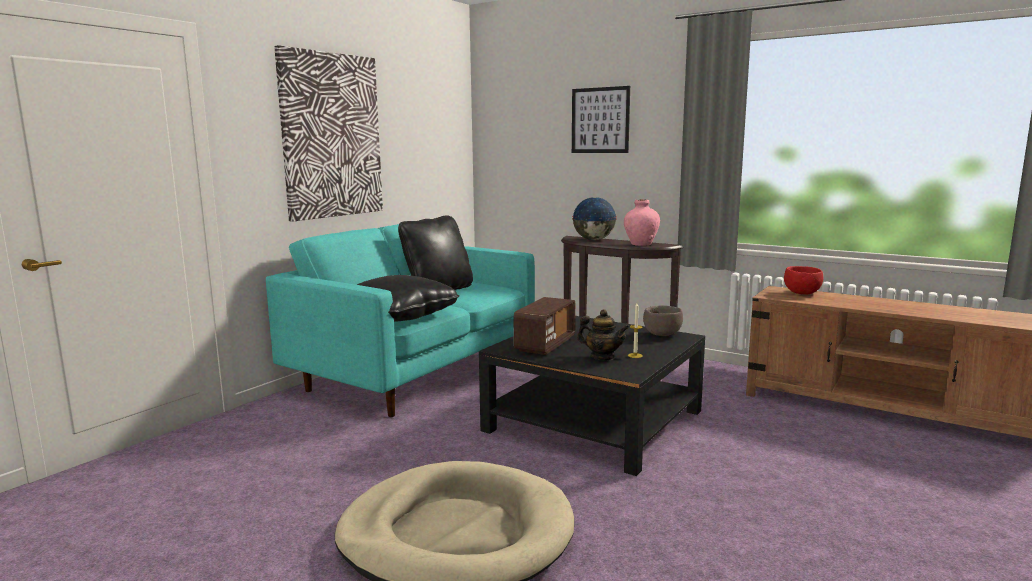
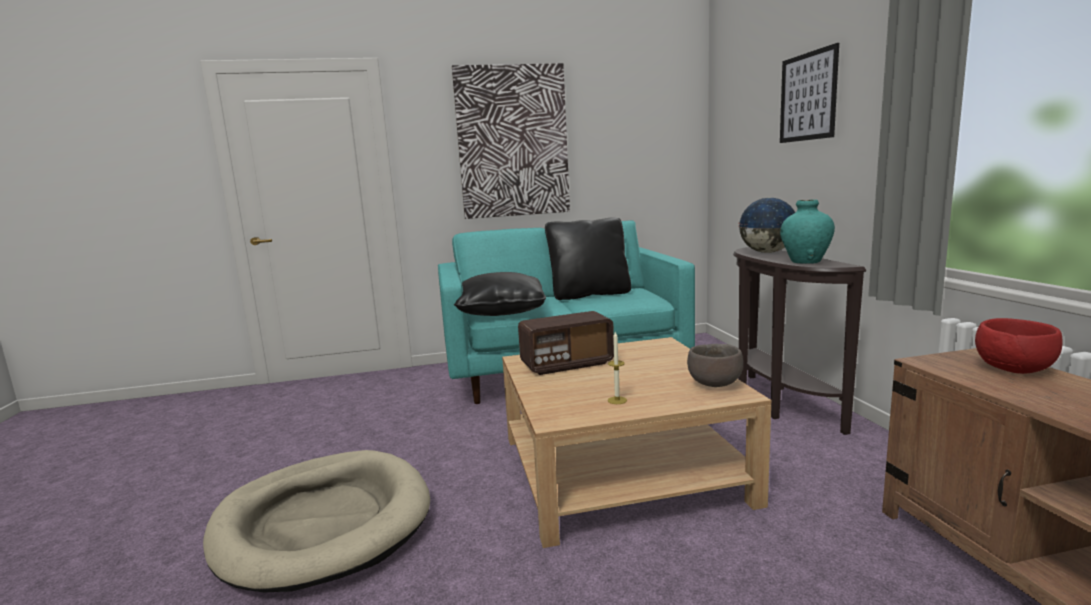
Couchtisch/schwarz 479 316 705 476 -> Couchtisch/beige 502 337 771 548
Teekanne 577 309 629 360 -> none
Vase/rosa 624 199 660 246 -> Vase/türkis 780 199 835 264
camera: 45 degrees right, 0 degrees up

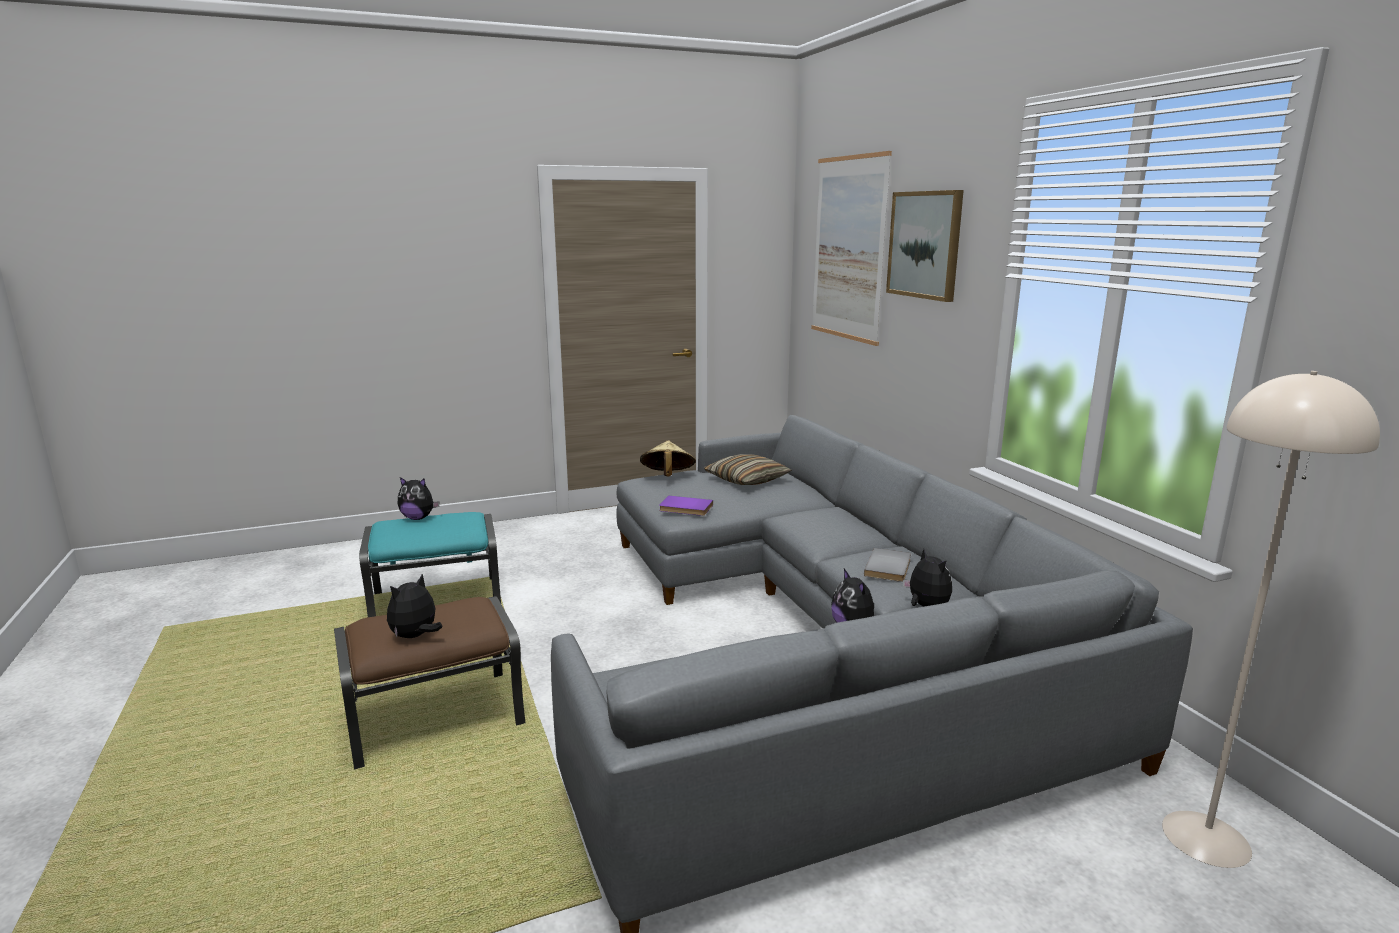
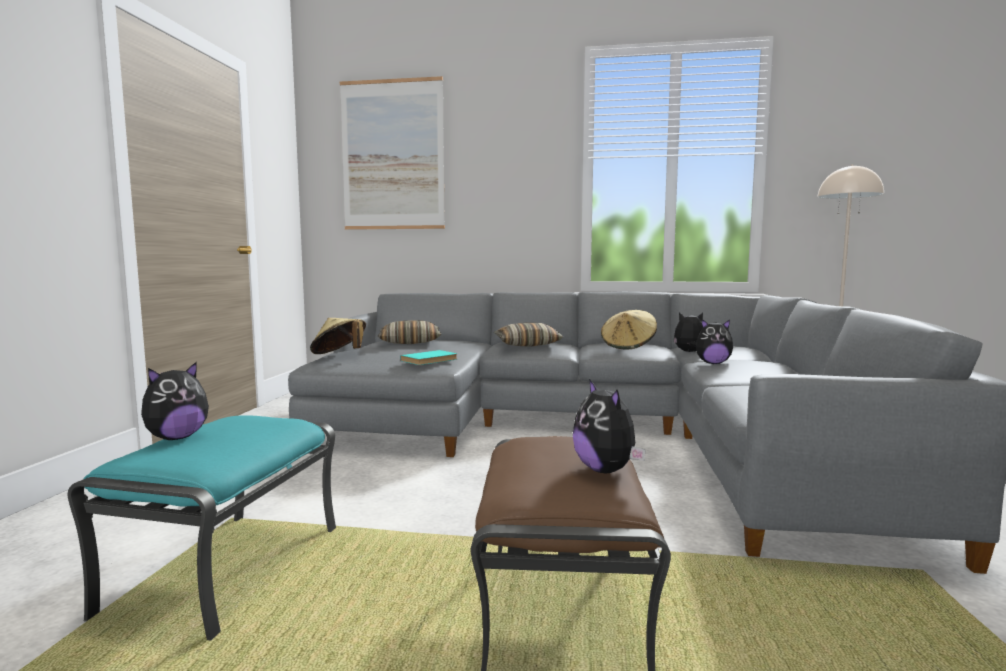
Buch/lila 659 496 713 516 -> Buch/türkis 400 350 457 365
Buch/grau 864 548 911 582 -> Hut/beige 601 310 657 350
Bild 886 190 964 302 -> none
none -> Kissen 494 323 563 347
camera: 60 degrees left, 10 degrees down

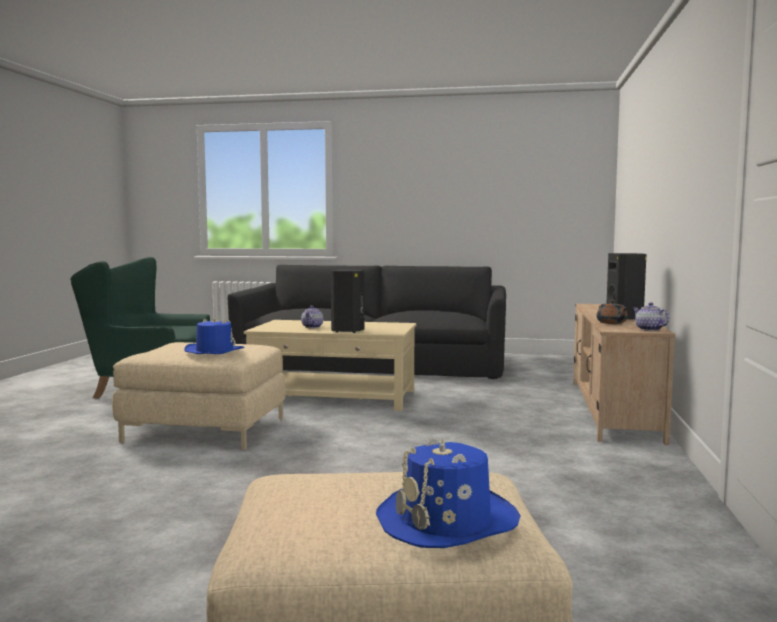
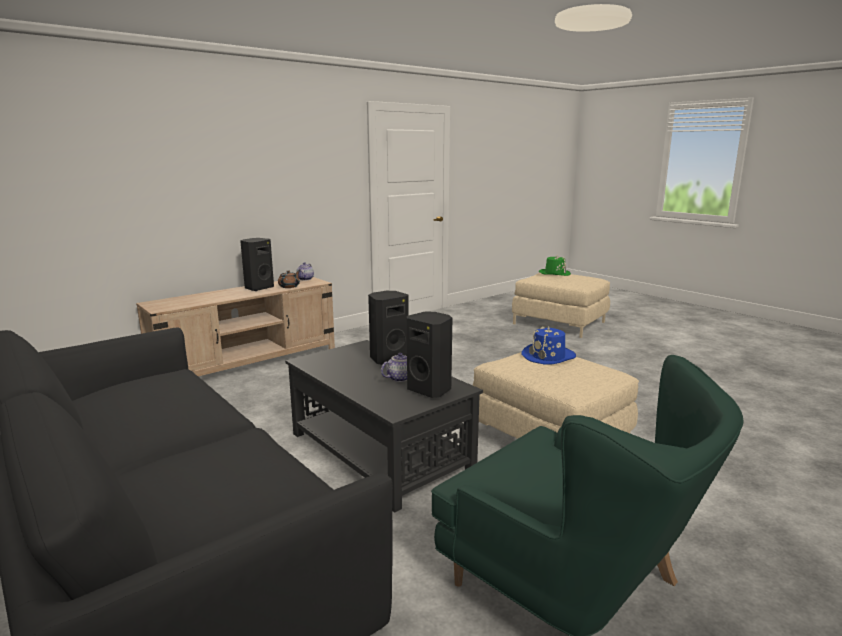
Couchtisch/beige 244 320 416 411 -> Couchtisch/schwarz 285 340 483 513
Hut/blau 376 438 520 548 -> Hut/grün 539 255 571 276
none -> Lautsprecher/schwarz 407 311 452 398
camera: 140 degrees left, 10 degrees up

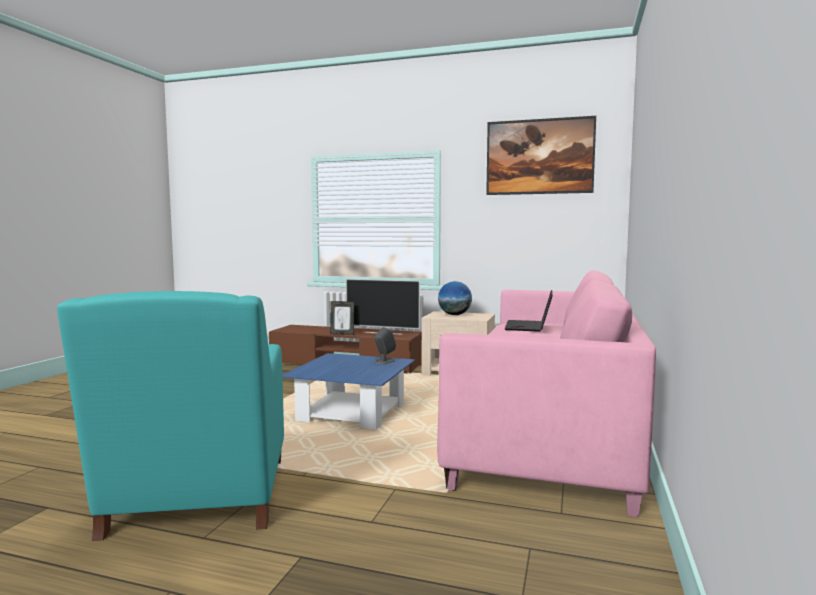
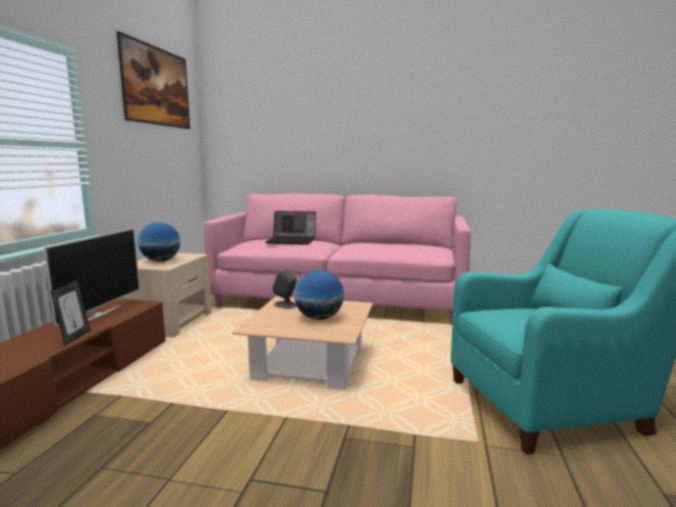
Couchtisch/blau 282 353 415 430 -> Couchtisch/beige 232 296 373 390
none -> Globus 294 270 344 320
camera: 95 degrees left, 5 degrees up

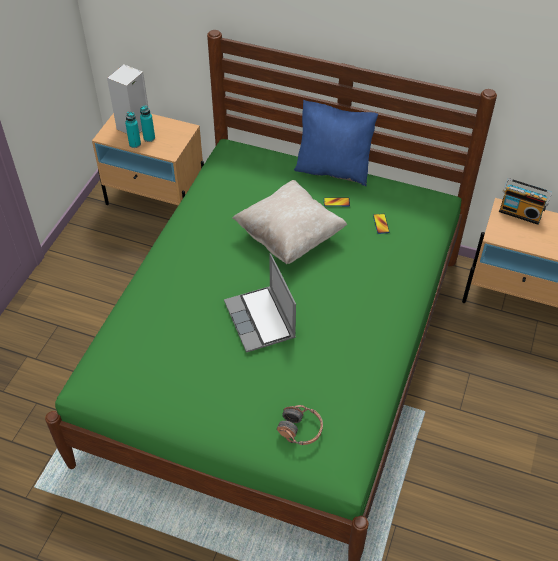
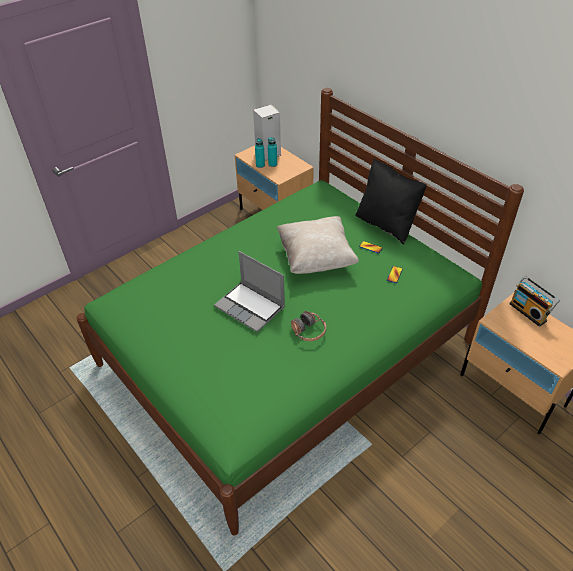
Laptop 224 253 296 353 -> Laptop 214 251 285 332, 60 degrees counterclockwise
Kopfhörer 277 405 323 445 -> Kopfhörer 291 311 326 341, relocated
Kissen/blau 294 100 378 186 -> Kissen/schwarz 355 158 427 245
camera: 30 degrees right, 5 degrees down

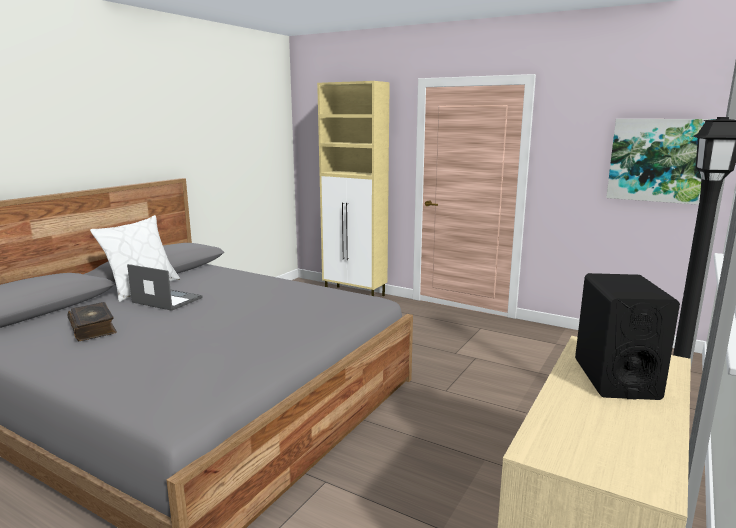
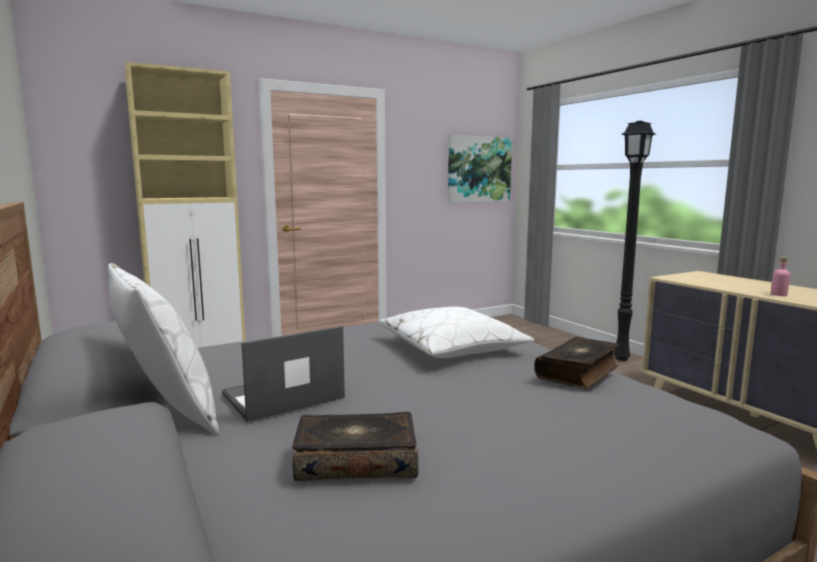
Lautsprecher/schwarz 575 273 680 400 -> none
none -> Kissen/weiß 378 307 534 358
none -> Buch 534 337 620 389
none -> Flasche/rosa 771 257 790 296
camera: 60 degrees left, 5 degrees down

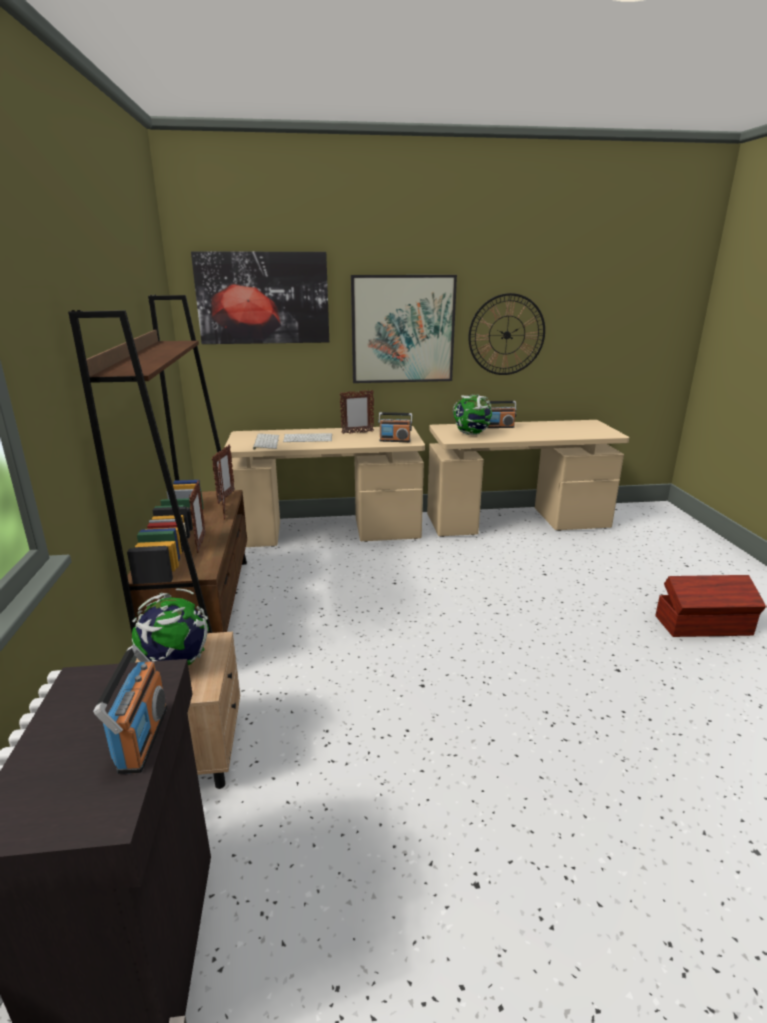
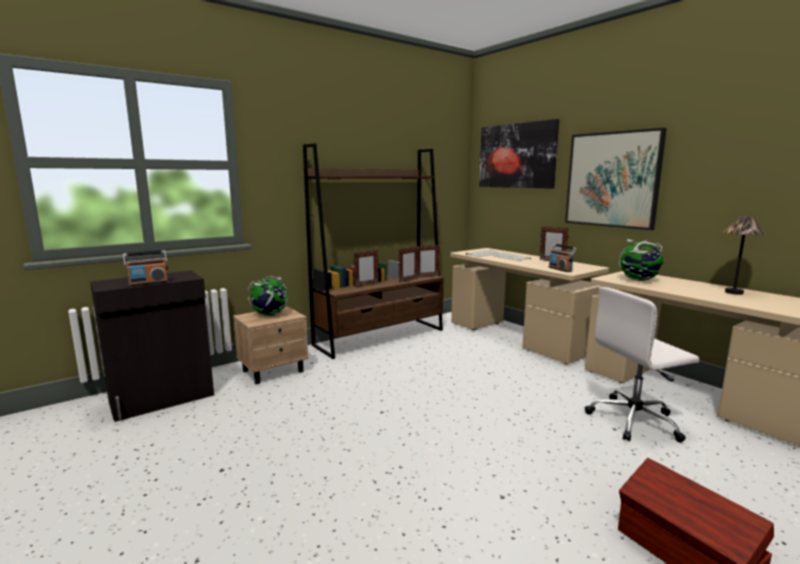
Wanduhr 468 293 545 375 -> none
Radio 486 401 517 428 -> none
none -> Bürostuhl/weiß 585 287 699 442
none -> Tischlampe 722 216 766 295
camera: 60 degrees right, 10 degrees down

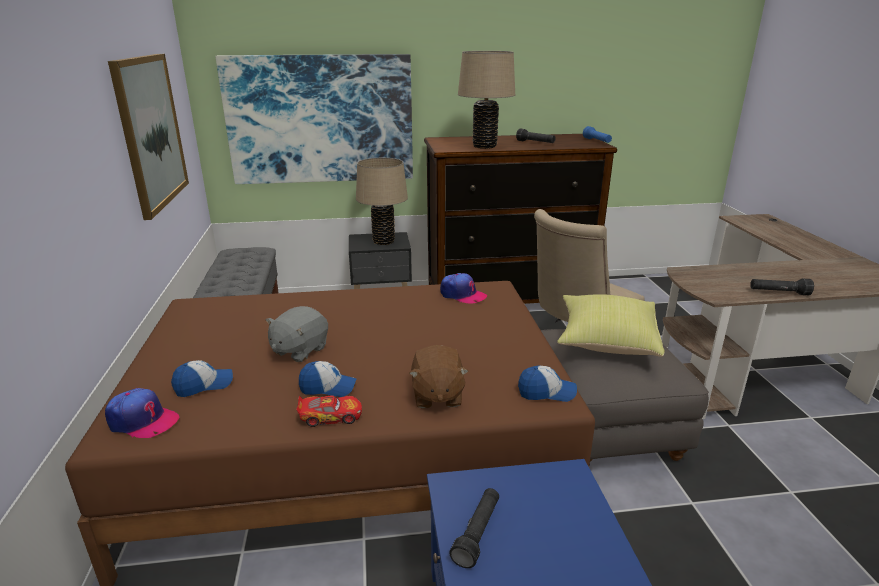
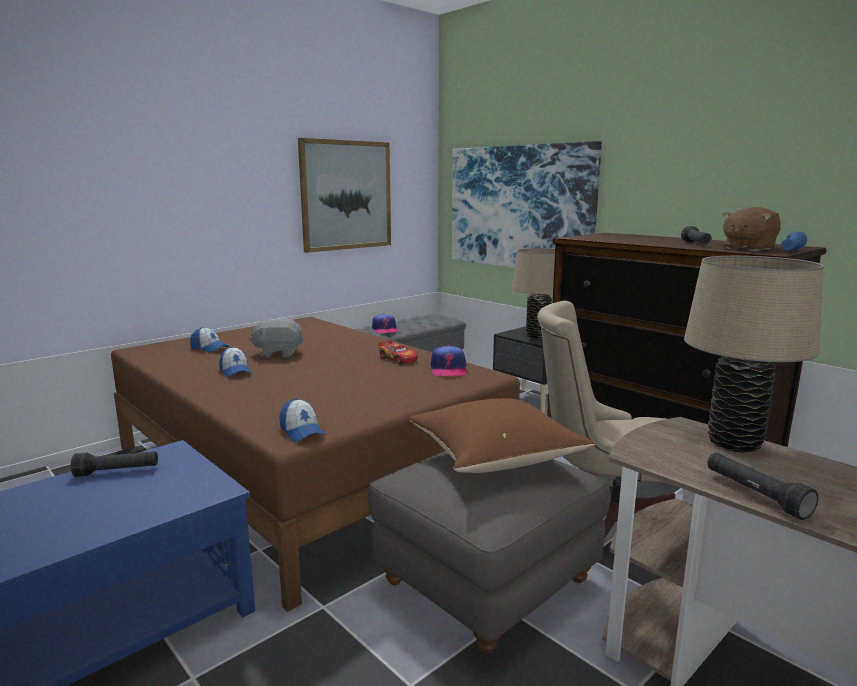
Kappe 105 388 180 438 -> Kappe 372 313 398 333, relocated
Spielzeugauto 296 396 362 427 -> Spielzeugauto 378 340 418 364, relocated
Plüschtier/braun 409 345 469 408 -> Plüschtier/braun 722 207 781 251, relocated
Tischlampe/beige 458 51 515 149 -> Tischlampe/beige 684 256 824 452, relocated
Kissen/gelb 557 294 665 357 -> Kissen/braun 408 398 595 473
camera: 55 degrees right, 10 degrees down

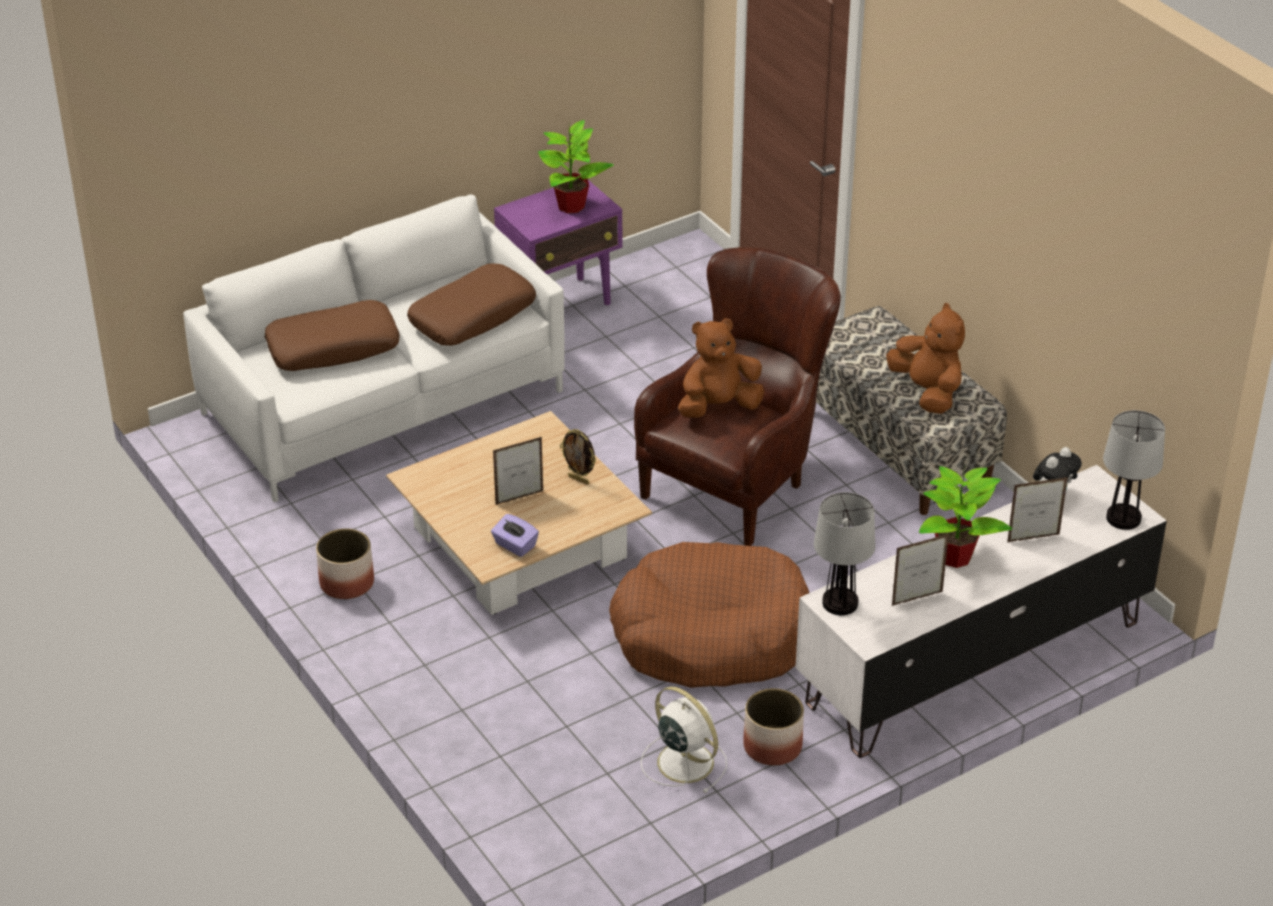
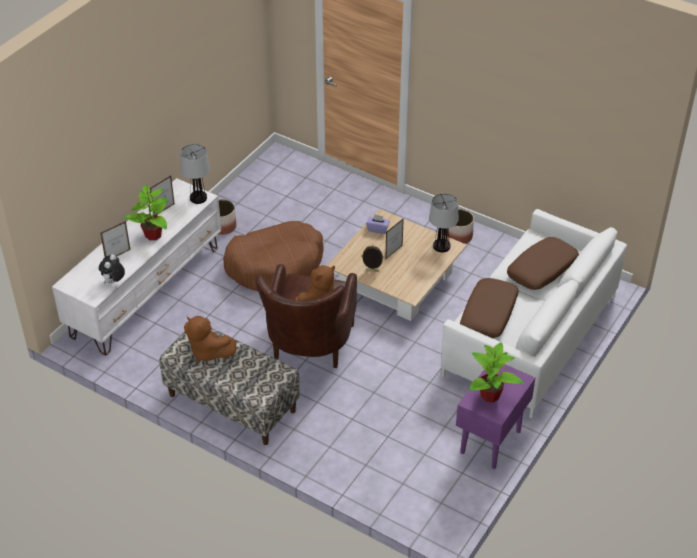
Ventilator/weiß 641 686 727 793 -> none
Tischlampe 1103 410 1165 530 -> Tischlampe 429 193 459 252, relocated
camera: 155 degrees right, 5 degrees up

